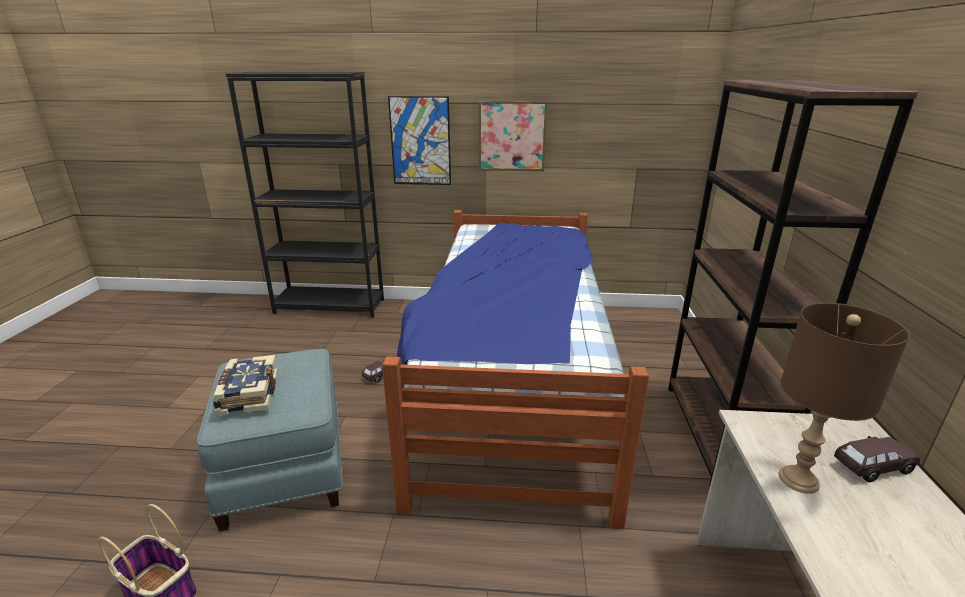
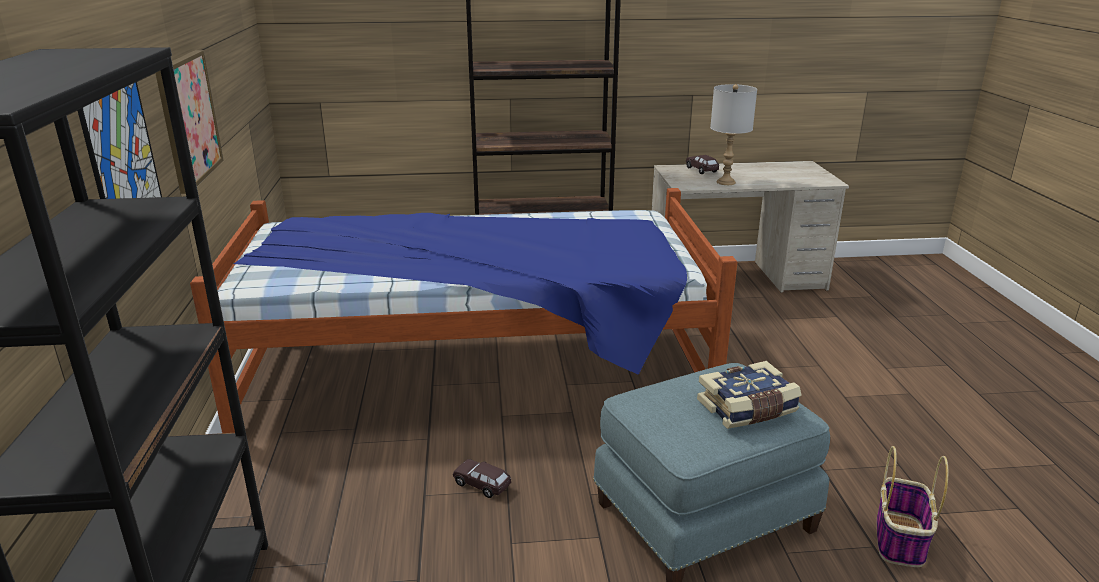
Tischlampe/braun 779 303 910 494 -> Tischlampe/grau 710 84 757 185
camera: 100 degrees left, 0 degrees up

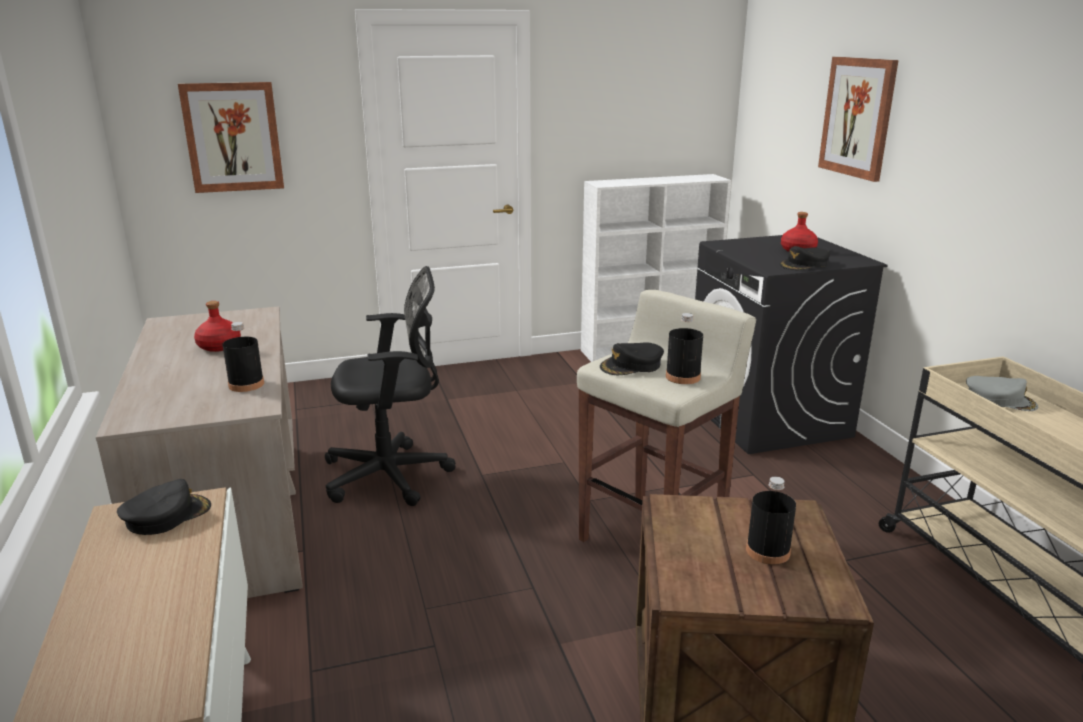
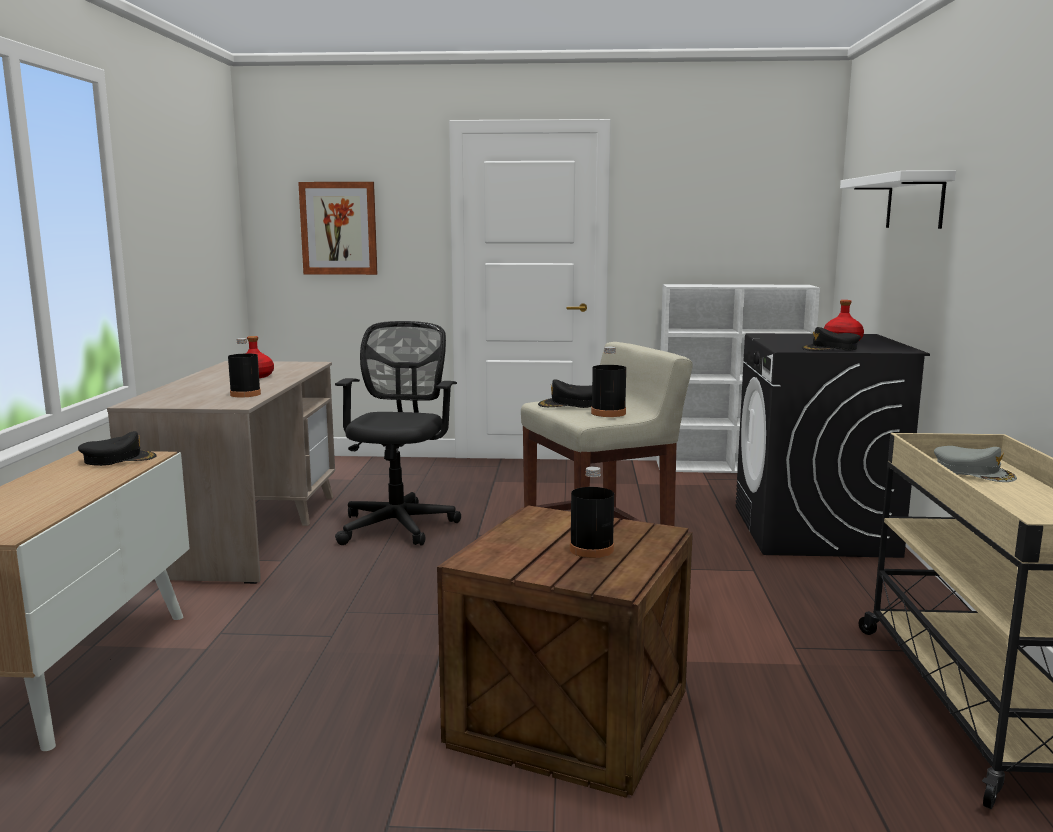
Bürostuhl/schwarz 325 266 456 506 -> Bürostuhl/schwarz 335 321 461 546, 90 degrees counterclockwise
Bild 818 57 899 182 -> Wandregal/weiß 840 170 956 229
camera: 20 degrees right, 10 degrees down

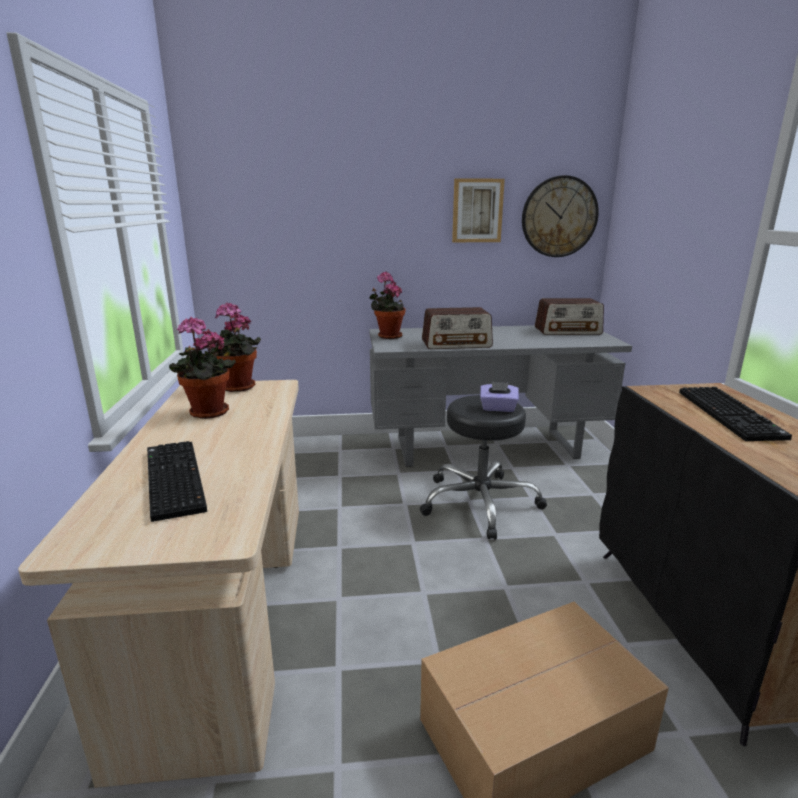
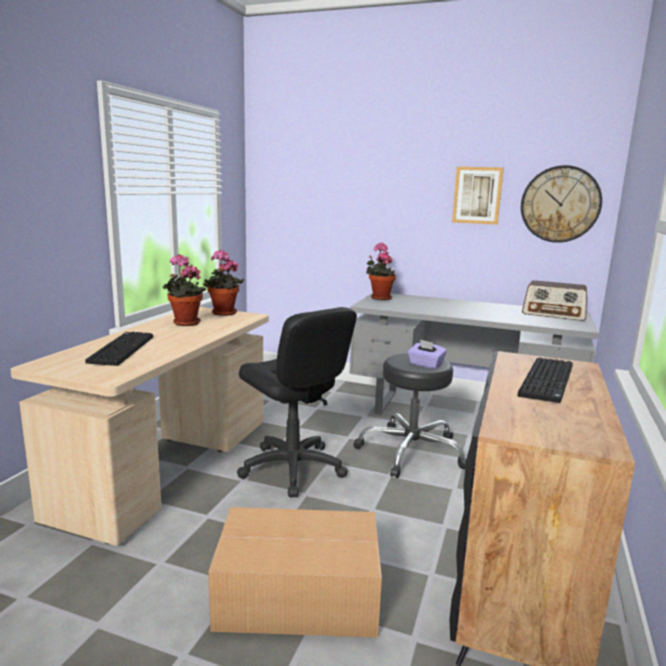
Radio 422 307 493 349 -> none
none -> Bürostuhl/schwarz 237 307 357 497
camera: 25 degrees right, 5 degrees down

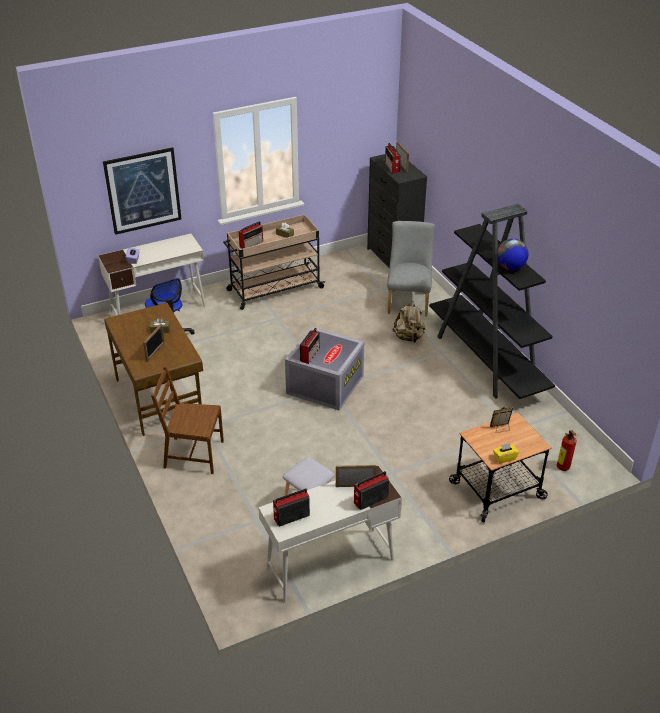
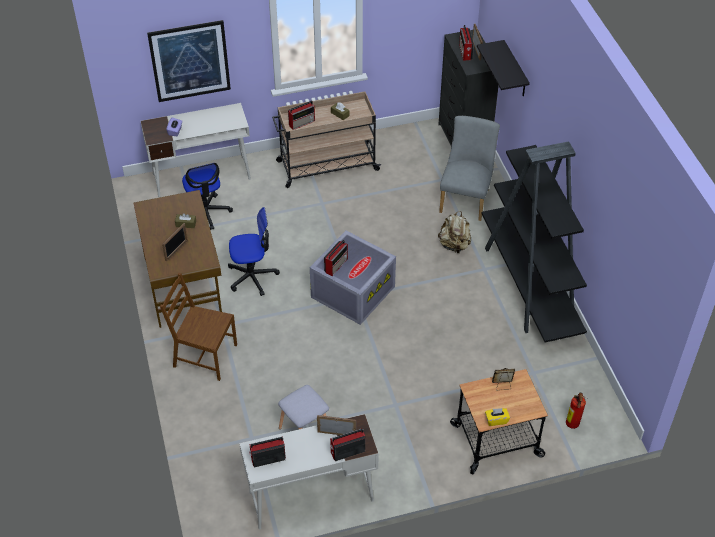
Globus 497 239 529 270 -> none
none -> Bürostuhl 228 207 280 296
none -> Wandregal/schwarz 477 40 530 96
camera: 10 degrees right, 10 degrees up

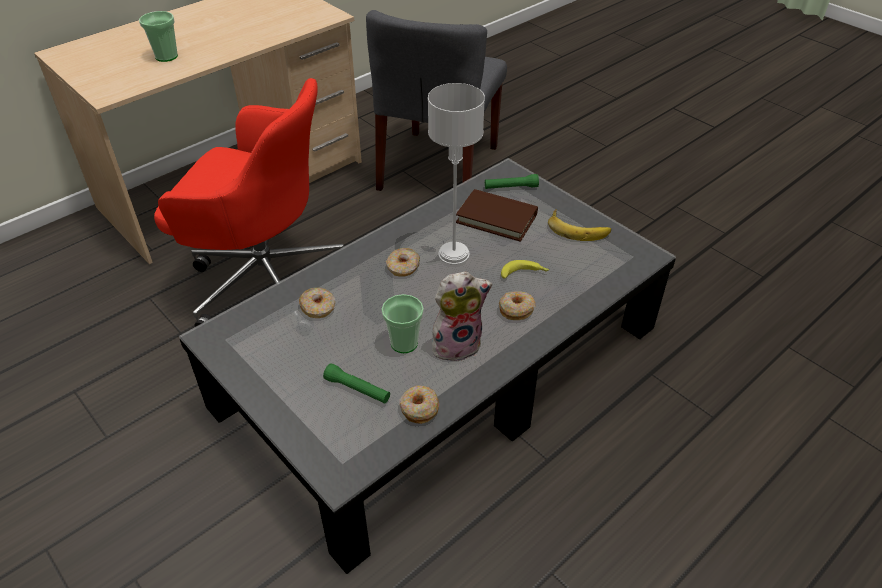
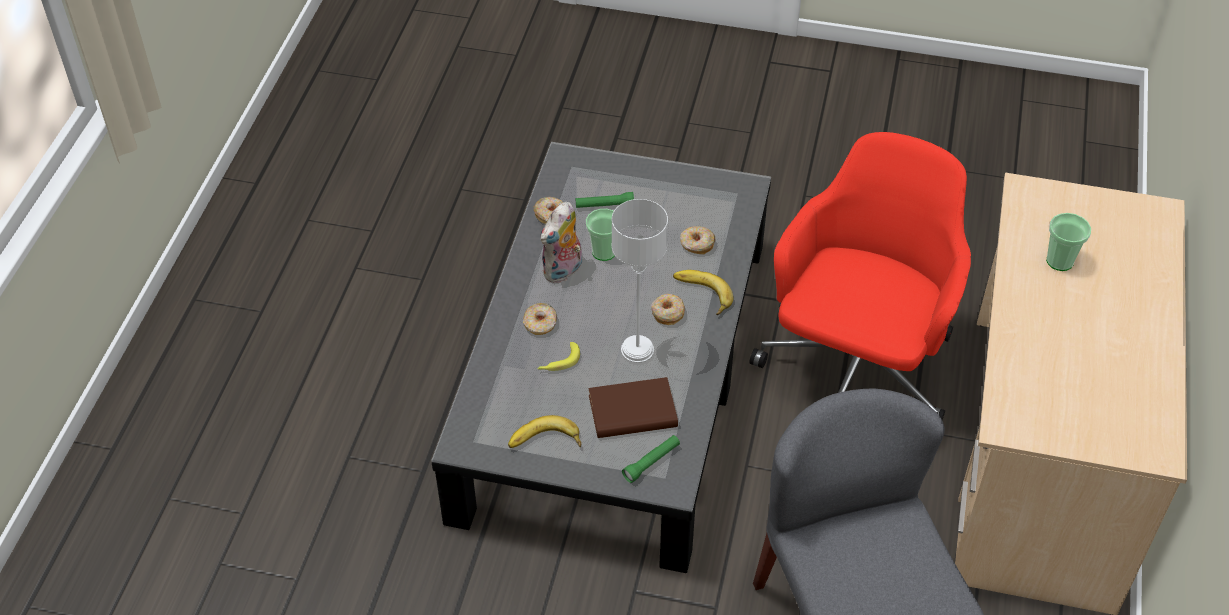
Bürostuhl/rot 154 78 344 327 -> Bürostuhl/rot 749 132 971 420, 135 degrees clockwise
none -> Banane 673 270 733 315
camera: 145 degrees right, 5 degrees up

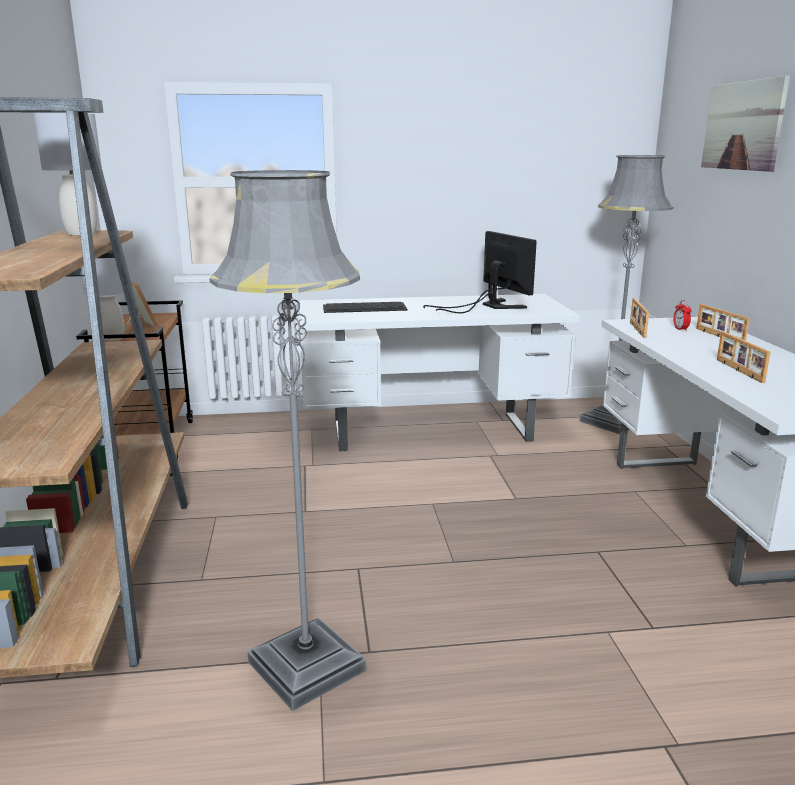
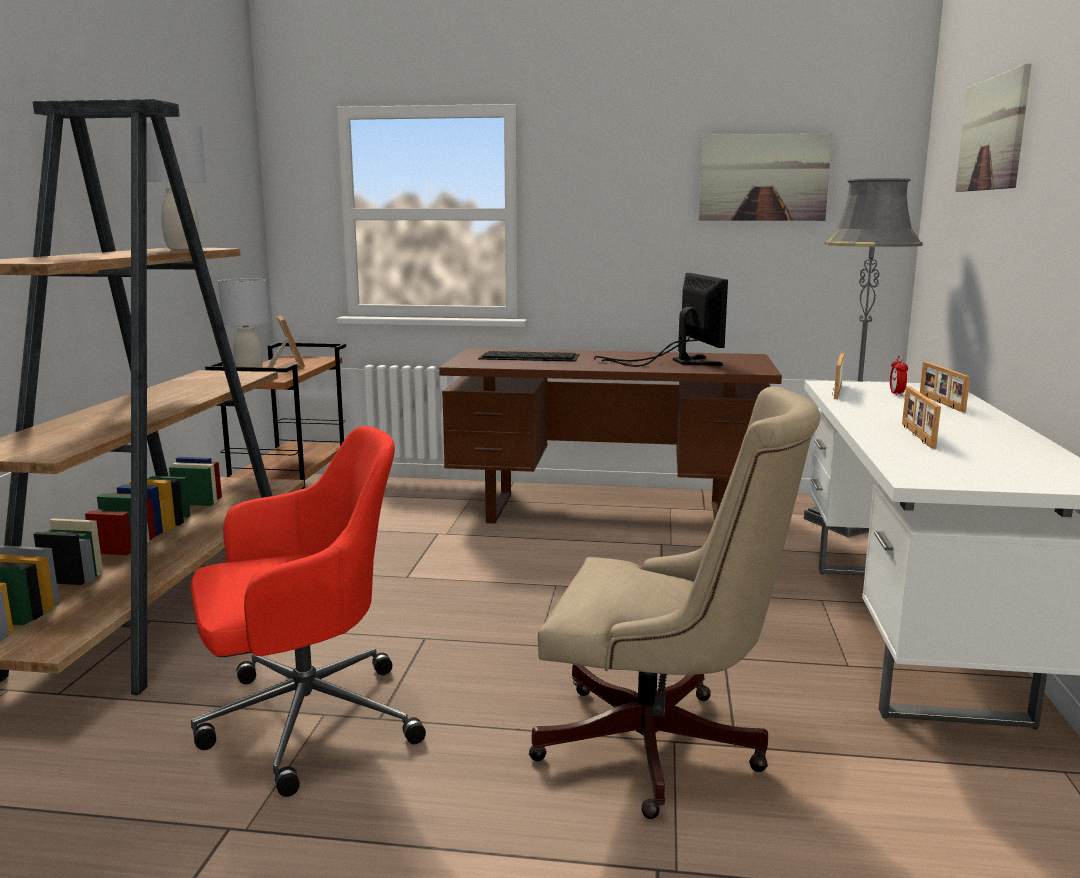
Stehlampe/grau 210 170 367 711 -> Bürostuhl/rot 190 426 426 797
Schreibtisch/weiß 300 294 580 451 -> Schreibtisch/braun 439 348 782 524
none -> Bürostuhl/beige 529 386 821 819
none -> Bild 699 133 832 221
camera: 15 degrees right, 5 degrees down

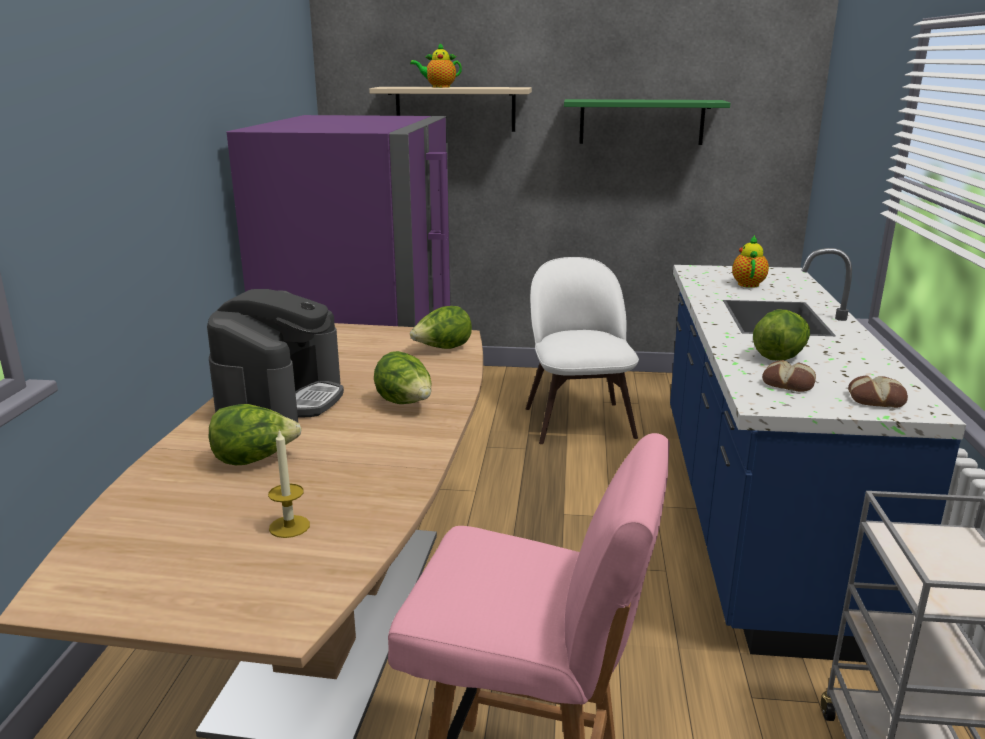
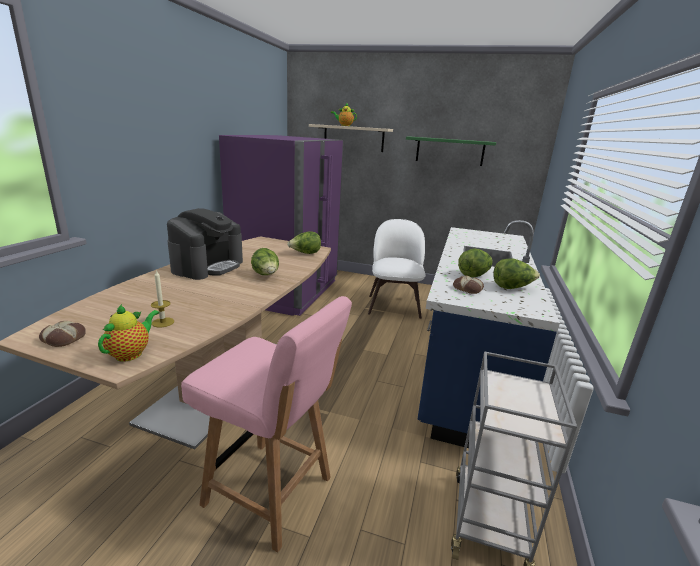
Salatkopf 209 404 302 465 -> Salatkopf 493 258 540 289, relocated
Teekanne 732 235 769 288 -> Teekanne 98 304 160 362, relocated
Brot 848 375 908 408 -> Brot 39 321 86 347, relocated
camera: 10 degrees right, 0 degrees up

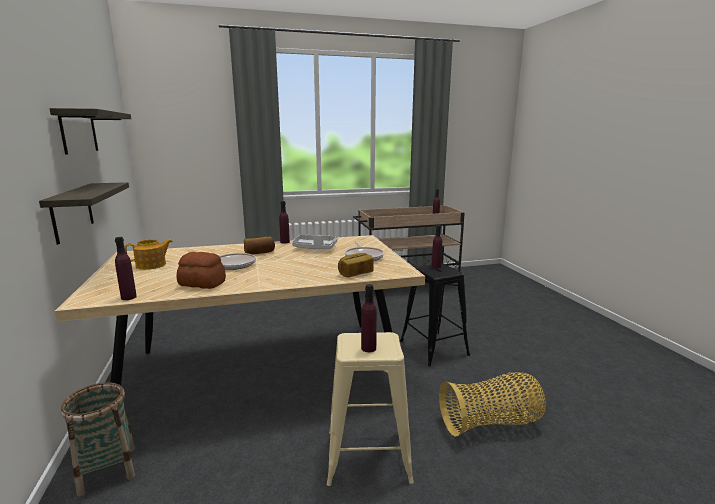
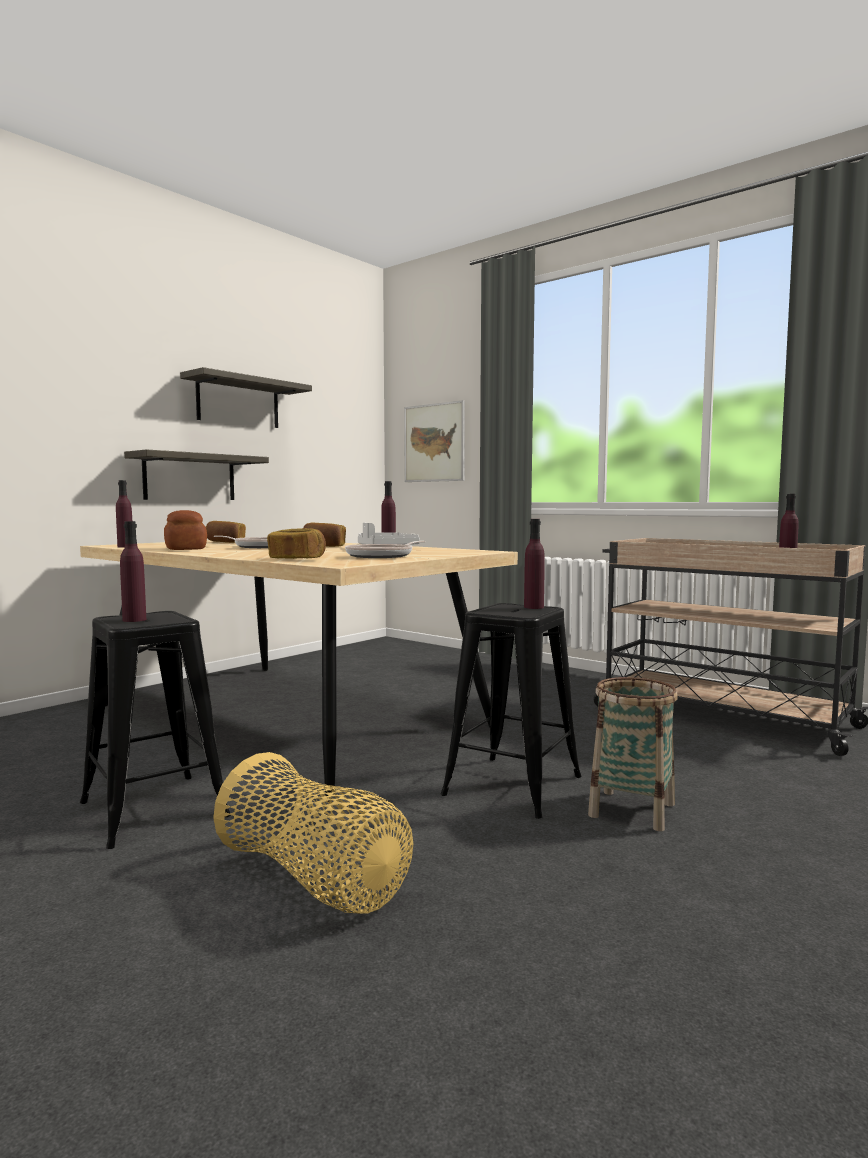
Korb 61 382 135 497 -> Korb 588 677 678 831, relocated
Teekanne 125 239 172 270 -> Brot 206 521 246 543
Hocker/beige 327 332 414 486 -> Hocker/schwarz 80 611 230 849
none -> Bild 404 400 464 482
camera: 55 degrees right, 10 degrees down

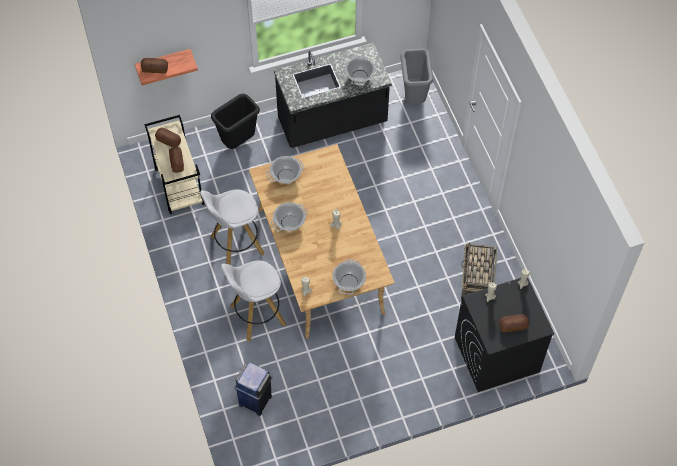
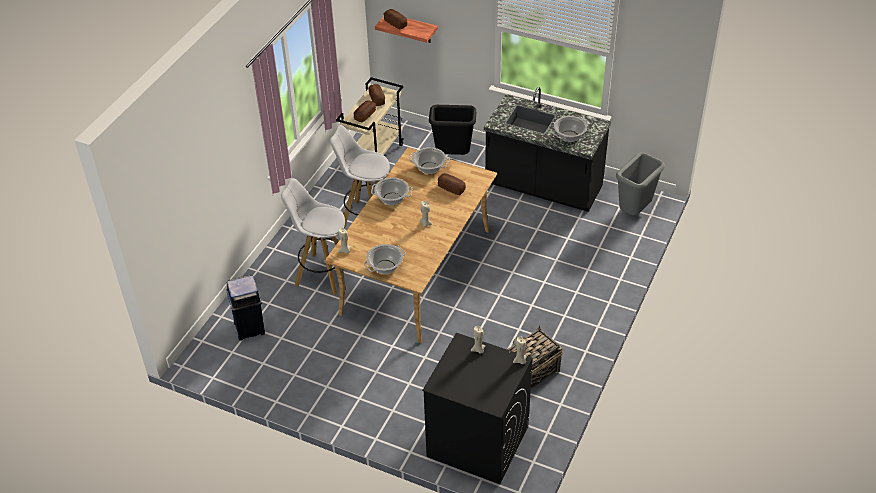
Brot 499 314 529 332 -> Brot 438 173 466 195, relocated
camera: 45 degrees right, 15 degrees down

